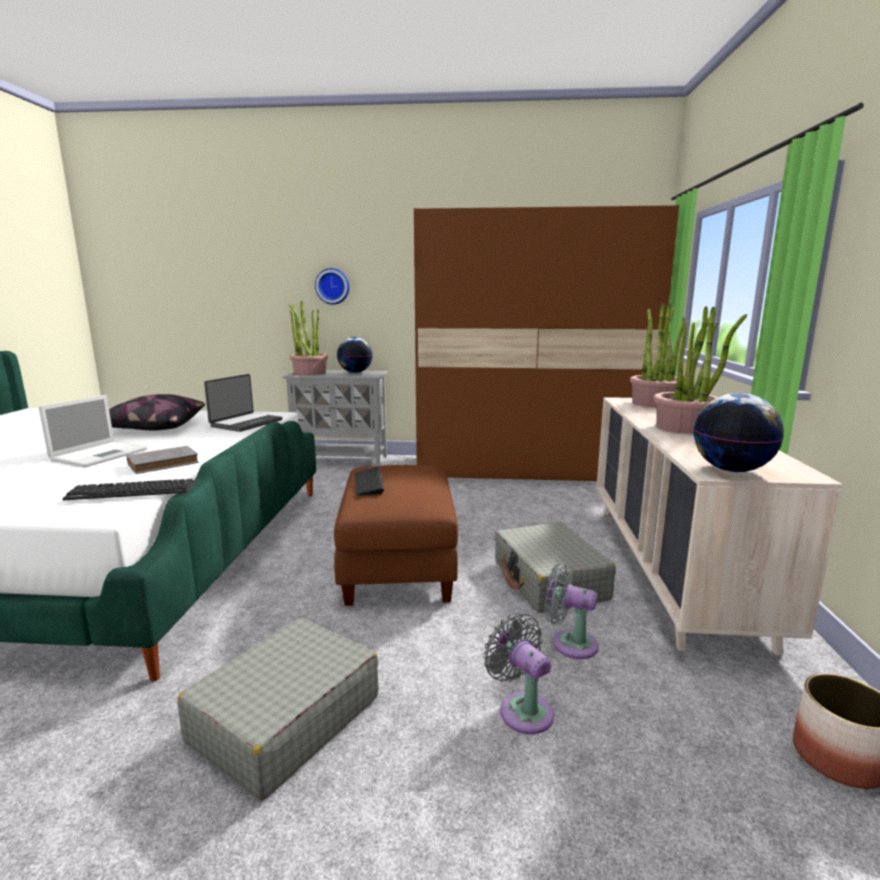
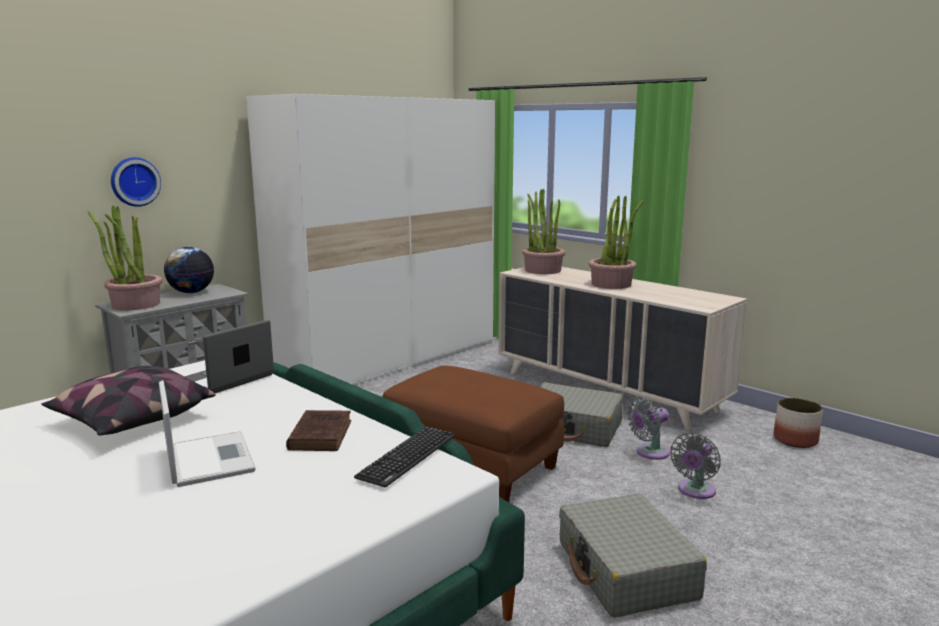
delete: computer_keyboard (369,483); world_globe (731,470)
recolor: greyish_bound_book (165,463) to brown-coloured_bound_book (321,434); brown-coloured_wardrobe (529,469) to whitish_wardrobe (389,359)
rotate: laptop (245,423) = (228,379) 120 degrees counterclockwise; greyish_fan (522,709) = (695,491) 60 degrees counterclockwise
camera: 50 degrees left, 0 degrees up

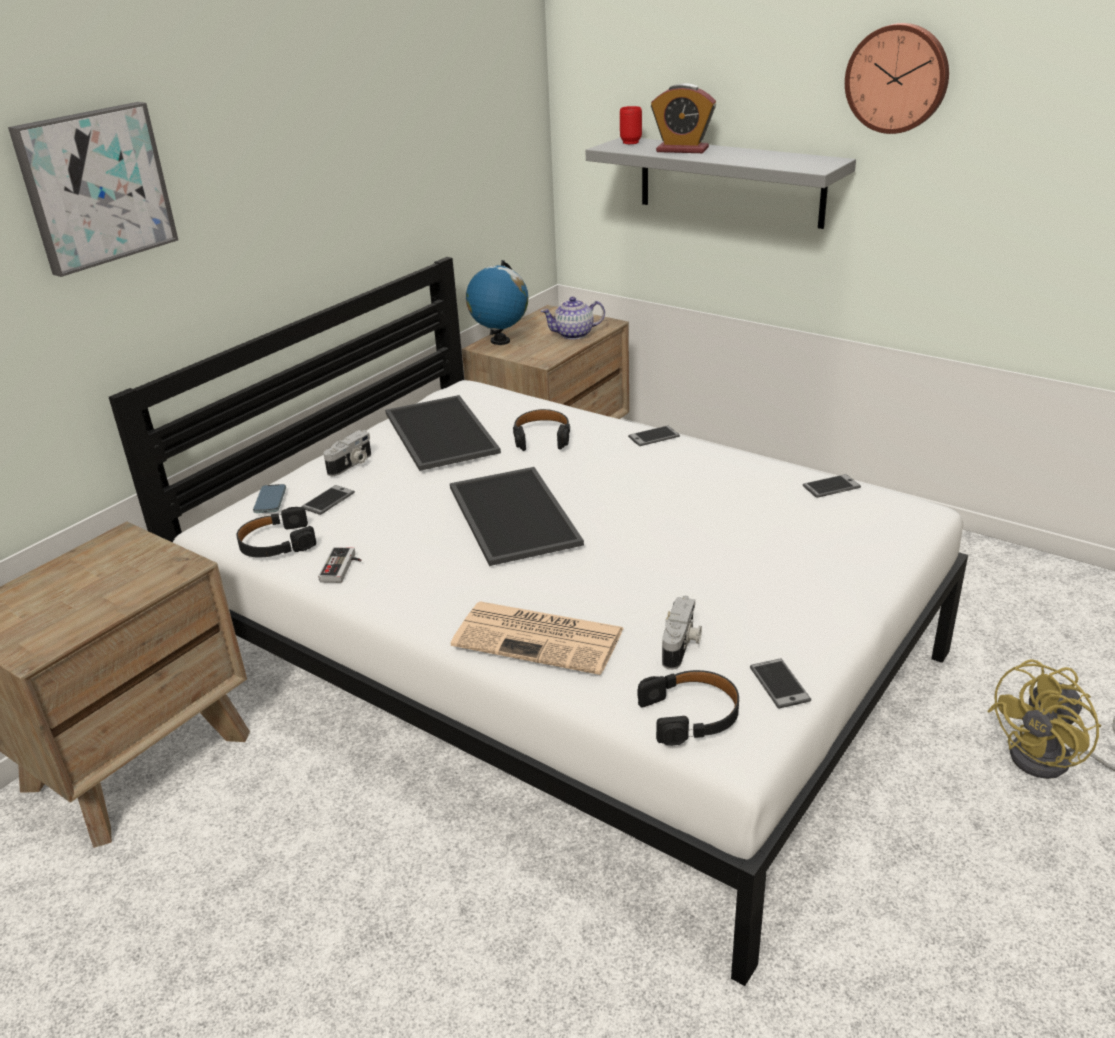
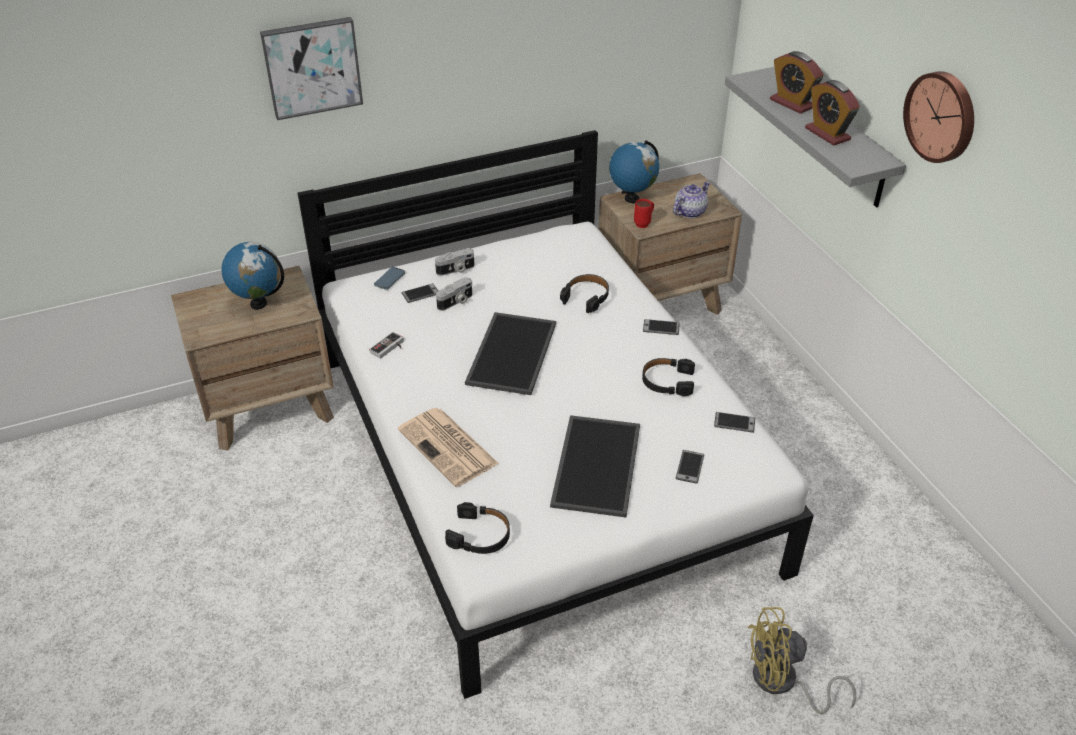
insert: world_globe (259,303); alarm_clock (827,134)
move: blackish_pair_of_headphones (276,544) to (667,381); serving_tray (438,432) to (594,464); red_mug (632,142) to (644,223); still_camera (681,646) to (456,302); telephone (779,684) to (689,467)
rotate: teapot (574,334) = (689,212) 120 degrees clockwise
camera: 30 degrees right, 10 degrees up

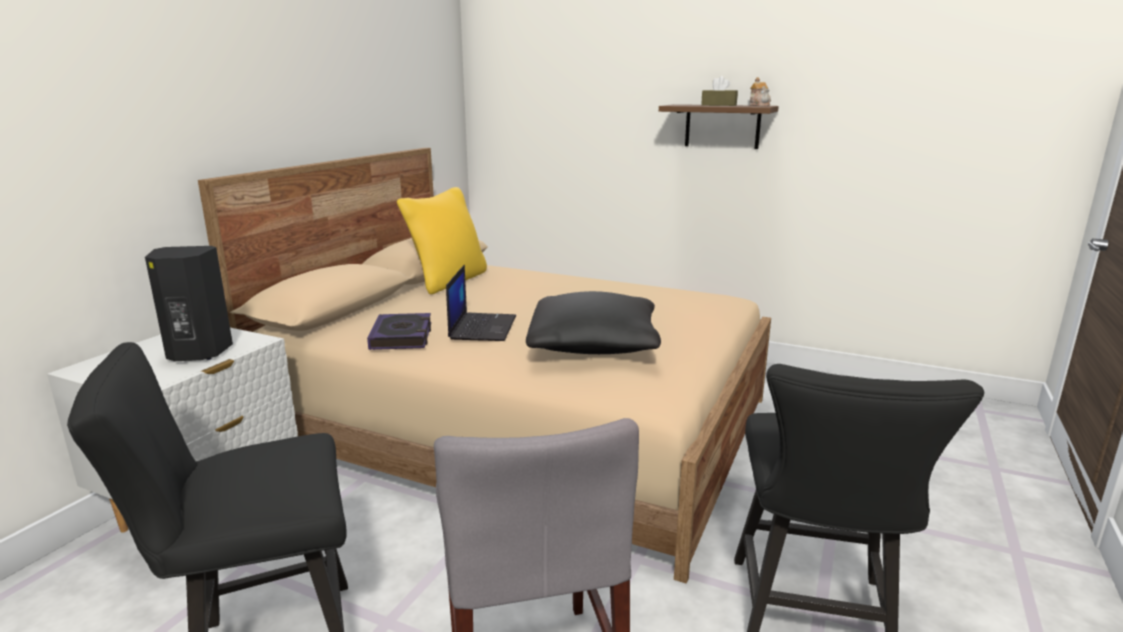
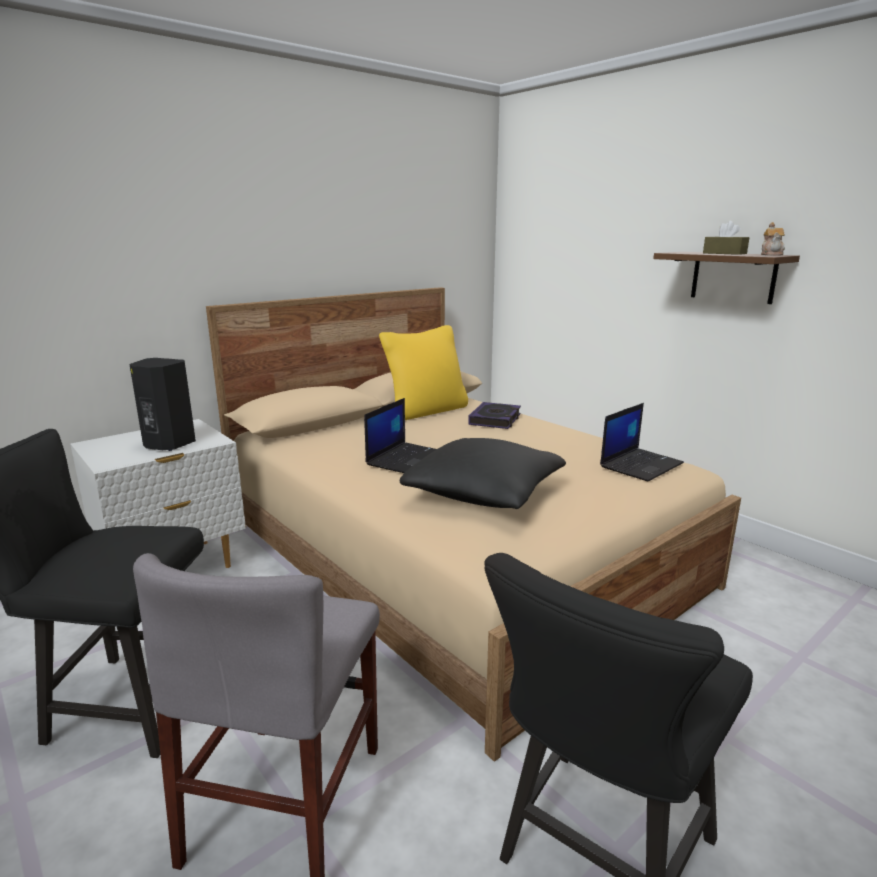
insert: laptop (641,464)
move: bound_book (402,337) to (495,420)
camera: 25 degrees right, 0 degrees up

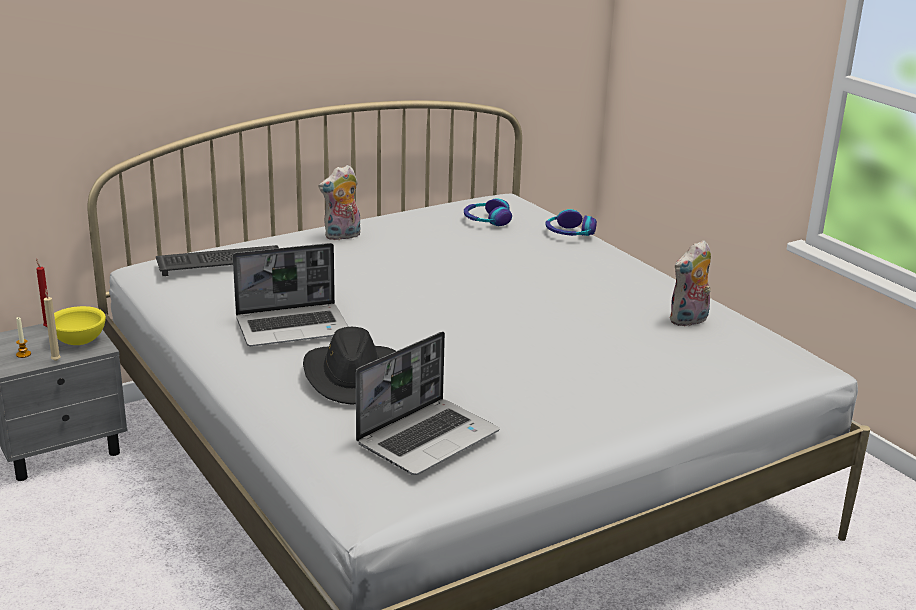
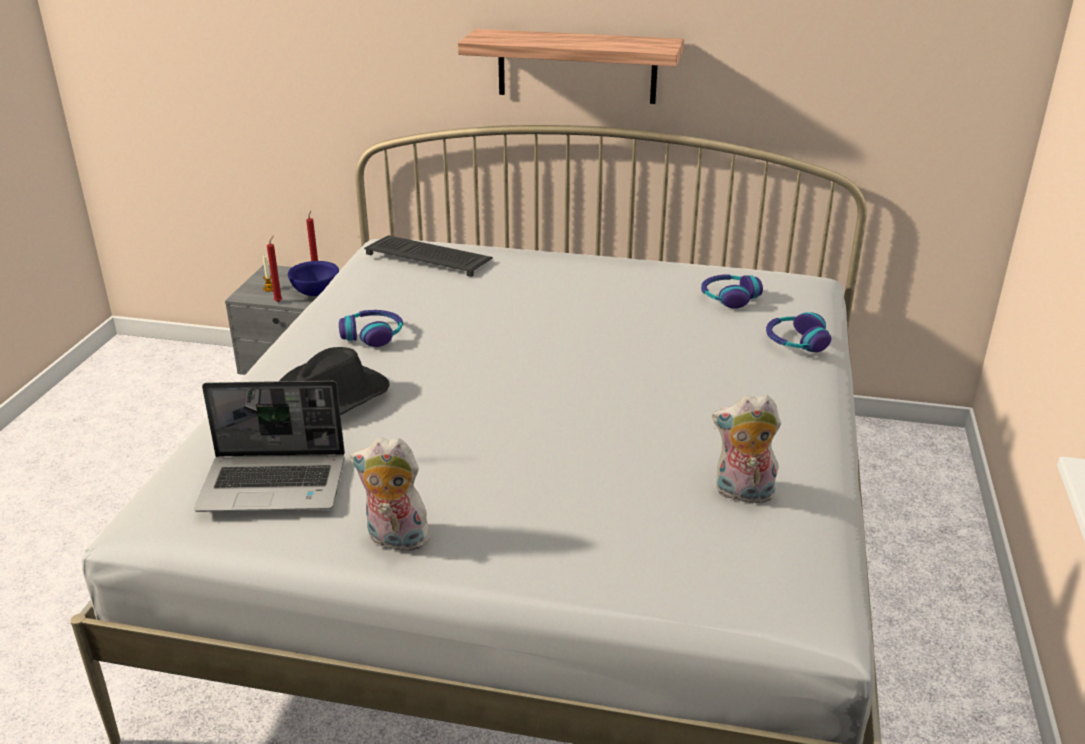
insert: bracket_shelf (577,66)
move: plush_toy (342,236) to (394,540)
replace: laptop (294,327) to pair_of_headphones (372,335)
recolor: beige-coloured_wax_light (56,360) to red_wax_light (279,301); yellow_deep_dish (78,342) to bluish_deep_dish (315,293)
camera: 45 degrees right, 5 degrees up

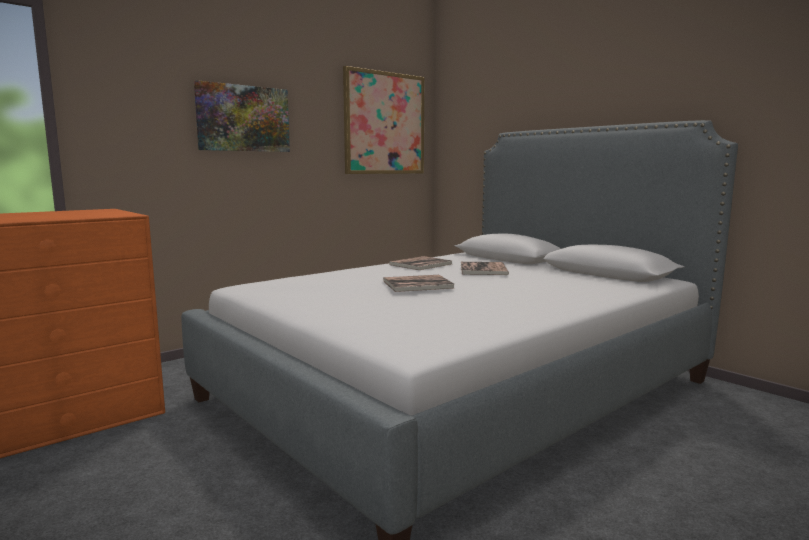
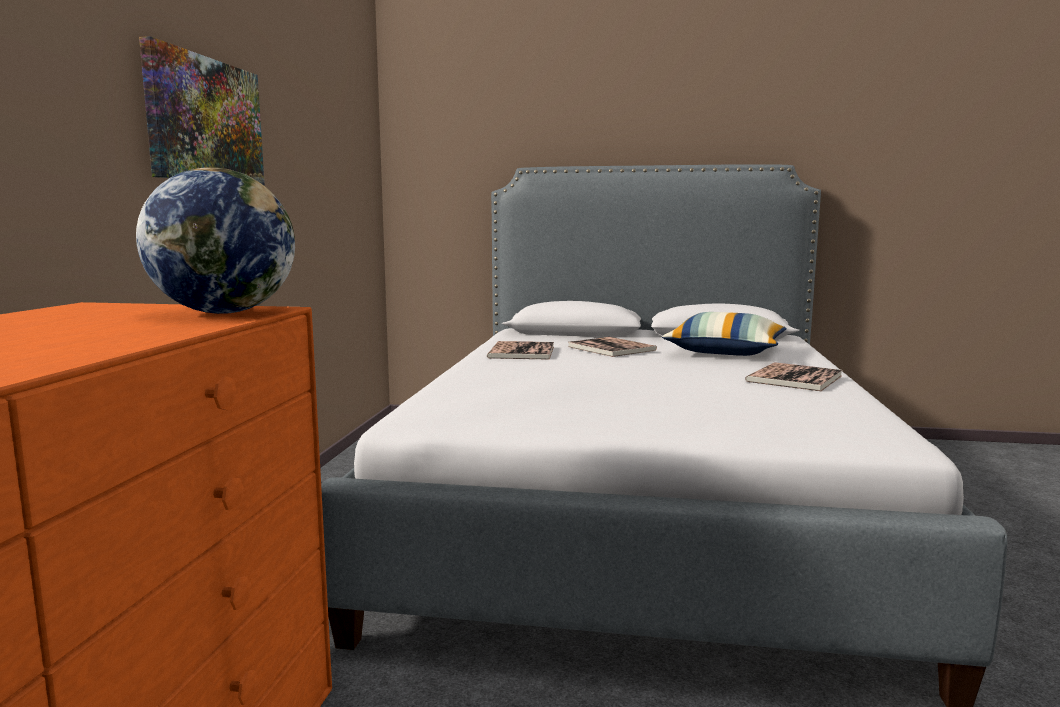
delete: picture (384,123)
insert: world_globe (224,312); cushion (725,352)
move: bound_book (417,284) to (794,378)
camera: 40 degrees left, 0 degrees up

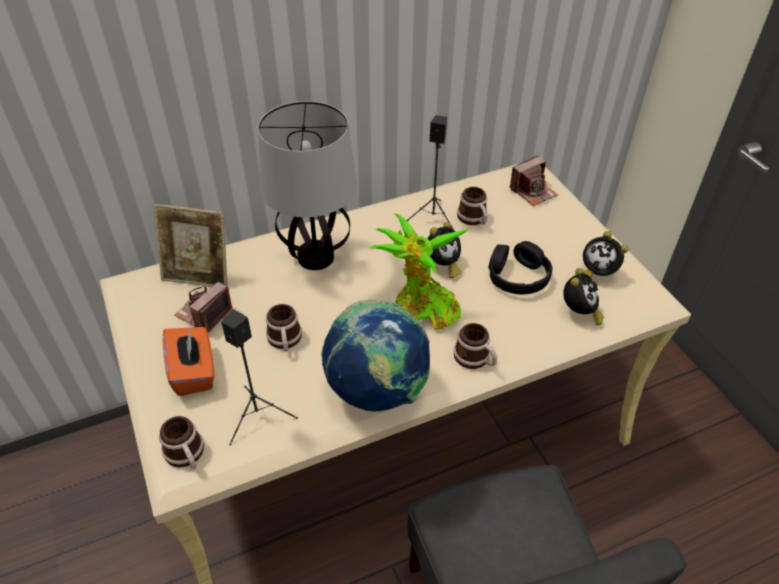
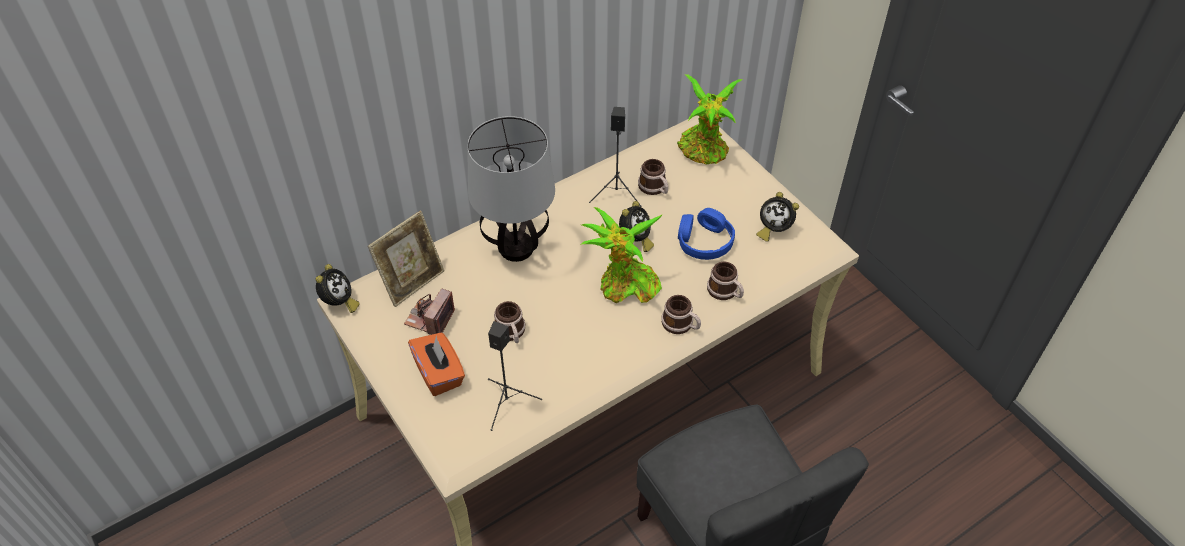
delete: world_globe (377,390)
move: mug (186,455) to (725,292); alarm_clock (579,313) to (339,303)
replace: still_camera (532,191) to potted_plant (704,151)
recolor: blackish_pair_of_headphones (517,276) to bluish_pair_of_headphones (704,241)
rotate: standing_frame (199,275) = (412,282) 45 degrees counterclockwise
camera: 10 degrees left, 5 degrees up

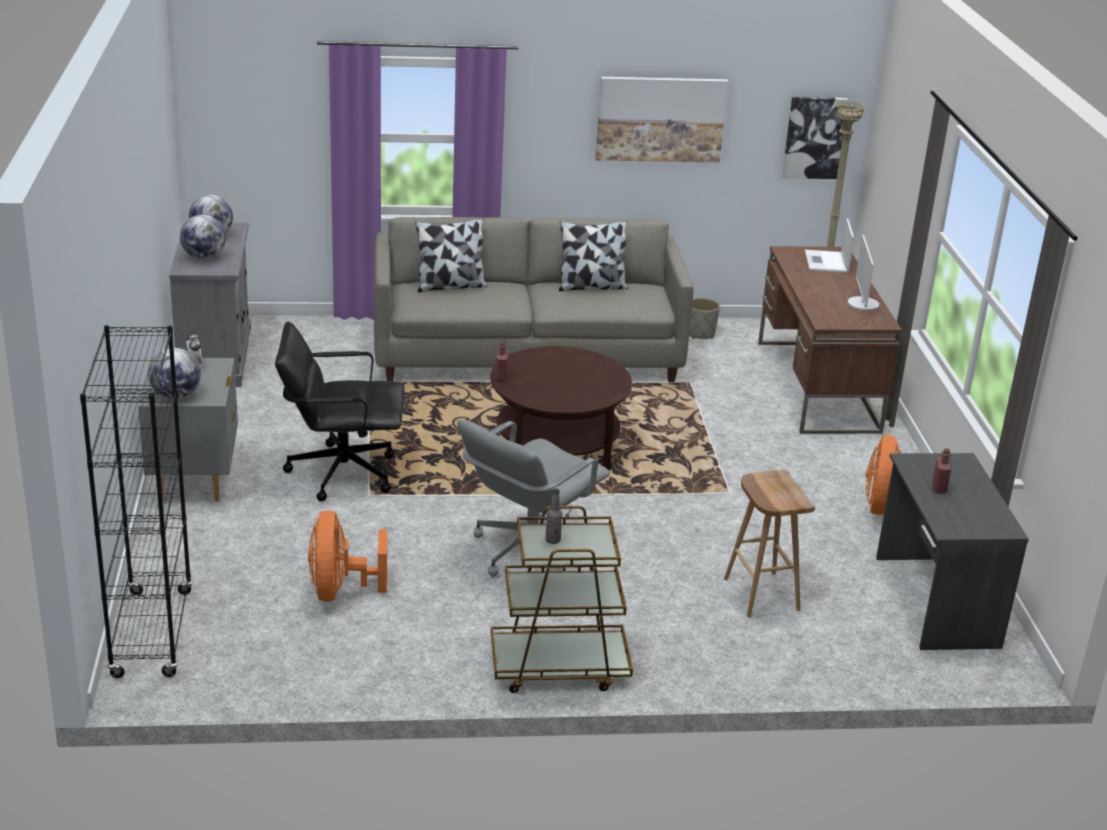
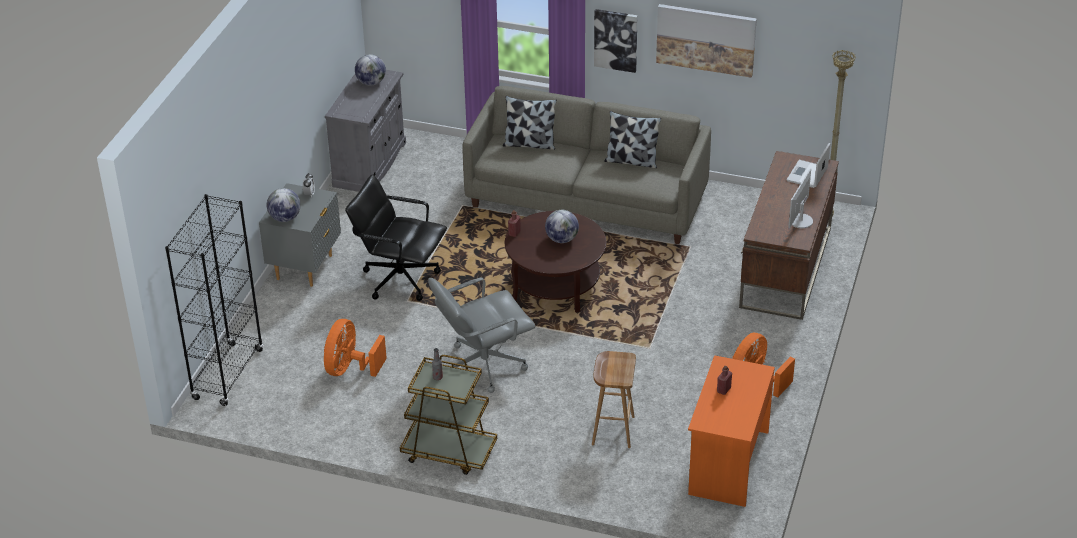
delete: greyish_planter (700,334)
move: world_globe (203,257) to (561,239); picture (813,137) to (616,40)
recolor: greyish_desk_table (934,602) to orangey_desk_table (727,462)
camera: 25 degrees right, 10 degrees up

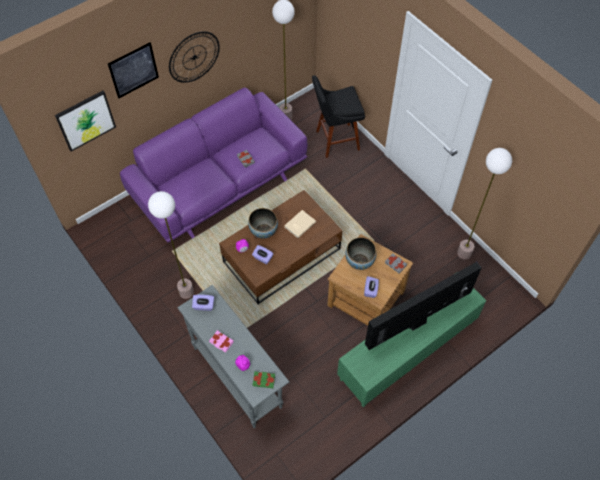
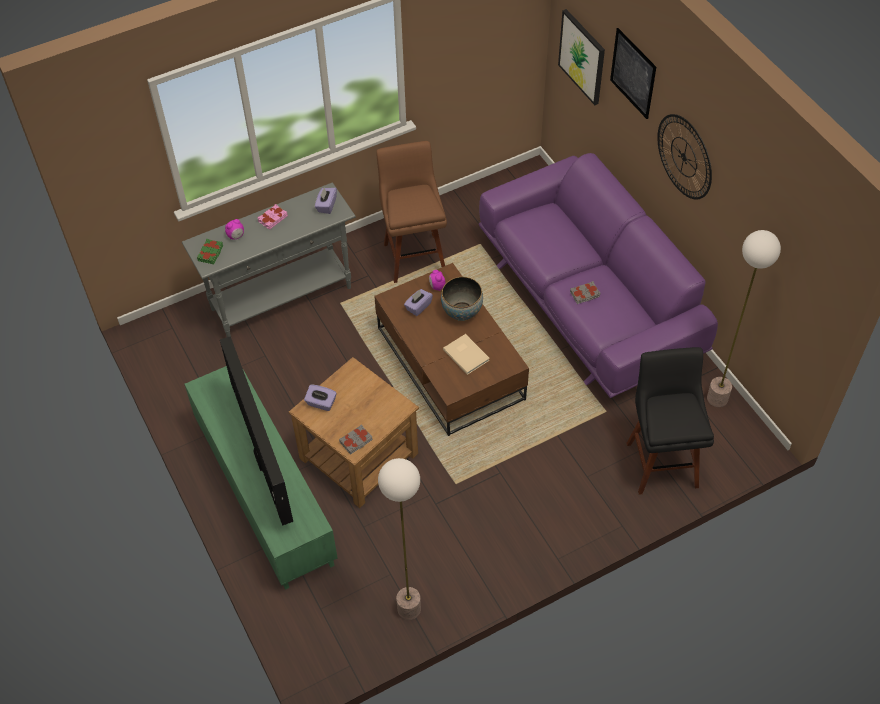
delete: deep_dish (359,262)
replace: floor_lamp (186,292) to brown-coloured_stool_seat (414,255)
camera: 100 degrees right, 5 degrees down

